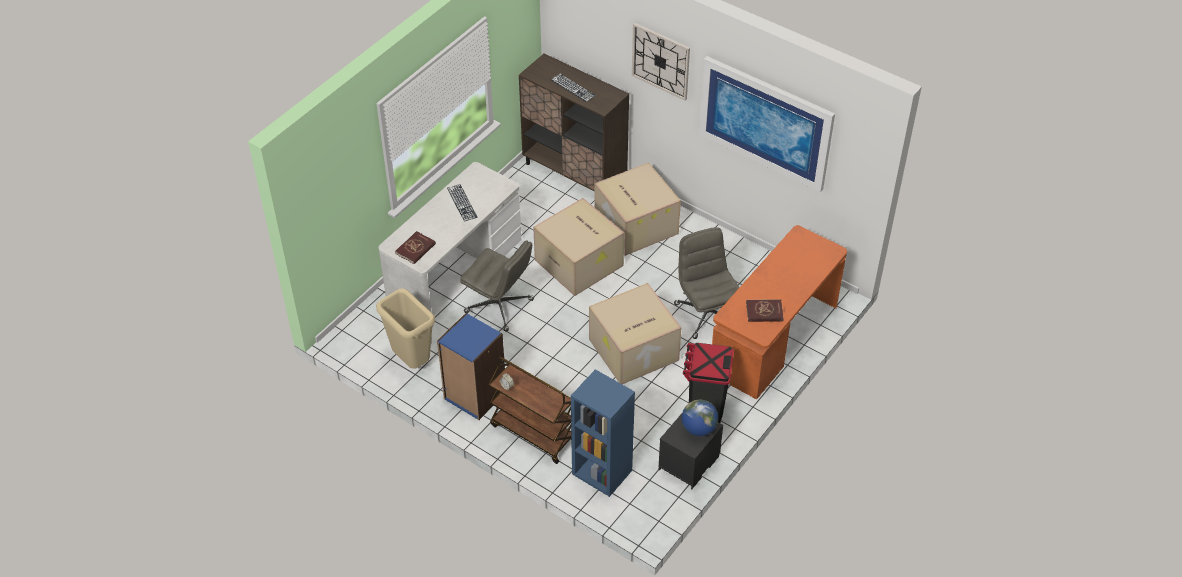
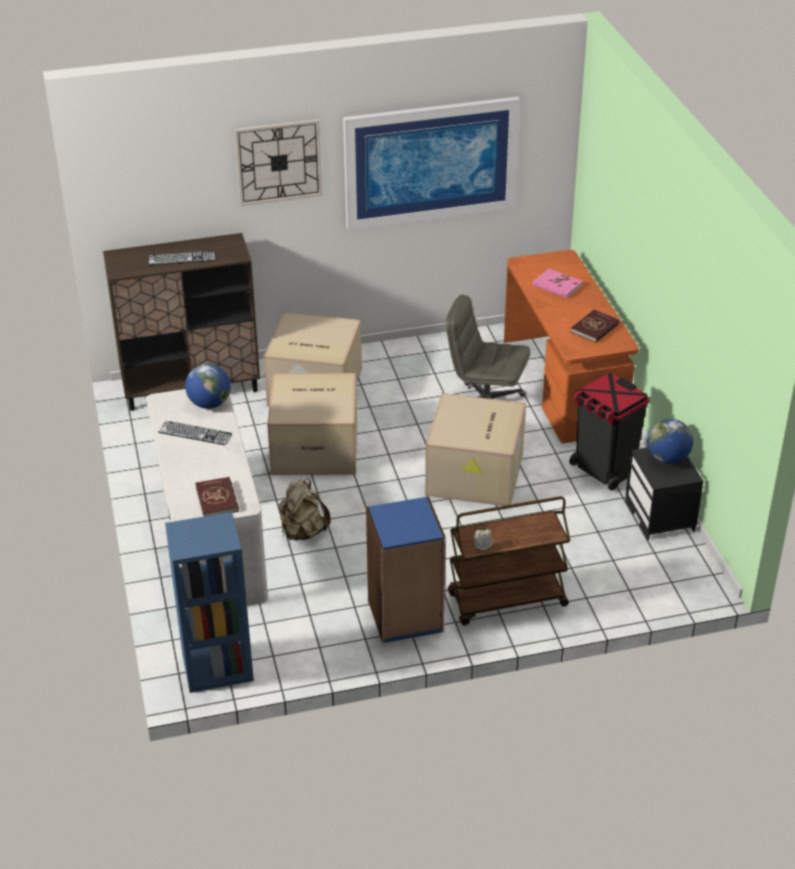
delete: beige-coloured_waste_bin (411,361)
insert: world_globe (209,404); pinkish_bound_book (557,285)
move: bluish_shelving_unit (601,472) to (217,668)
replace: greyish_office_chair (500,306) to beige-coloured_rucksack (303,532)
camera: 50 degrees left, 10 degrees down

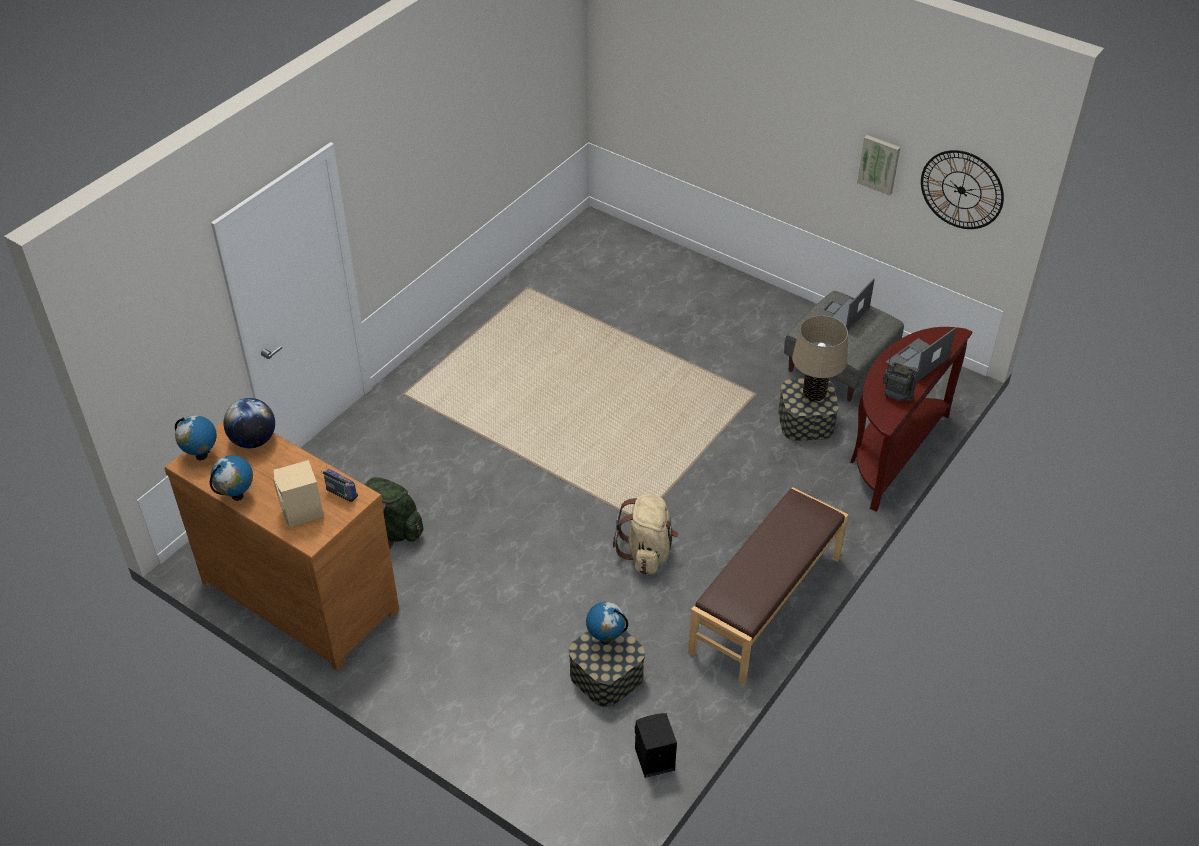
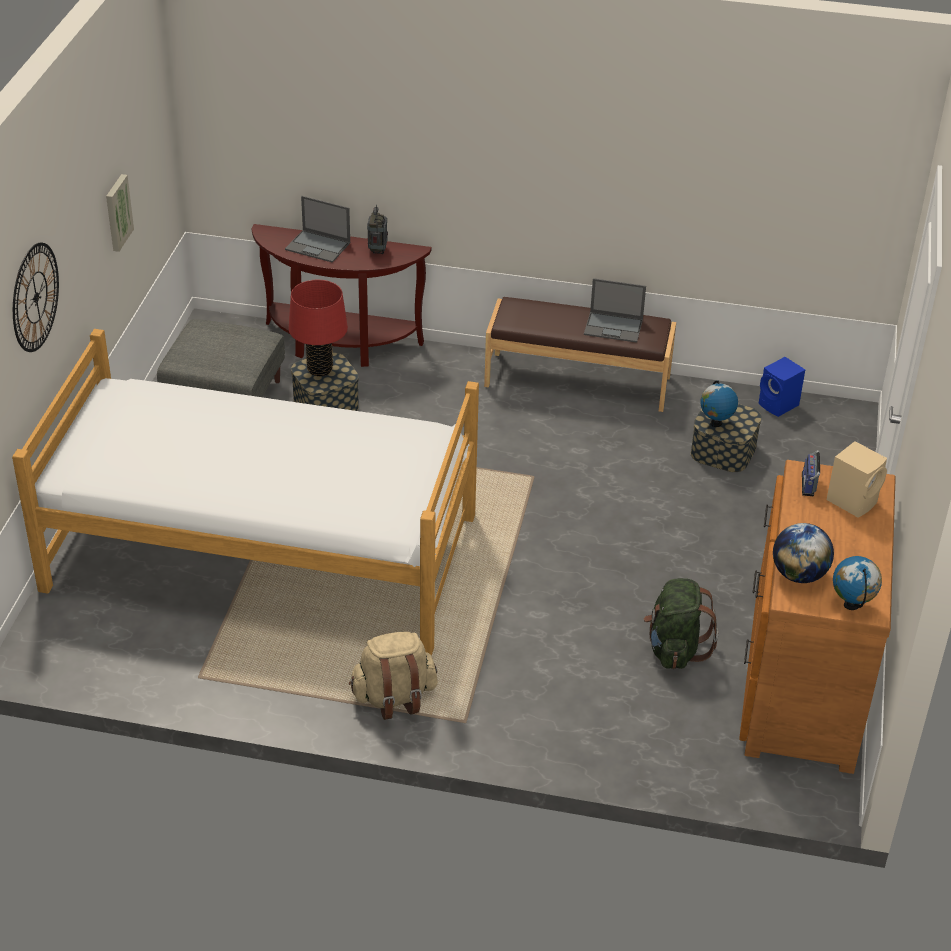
delete: world_globe (237,496)
insert: sleeping_bed (262,551)
move: beige-coloured_rucksack (647,552) to (394,697); laptop (842,313) to (614,327); hanging_clock (961,190) to (35,297)
recolor: blackish_audio_speaker (653,759) to bluish_audio_speaker (779,405); beige-coloured_table_lamp (814,394) to red_table_lamp (320,369)
camera: 115 degrees left, 5 degrees down

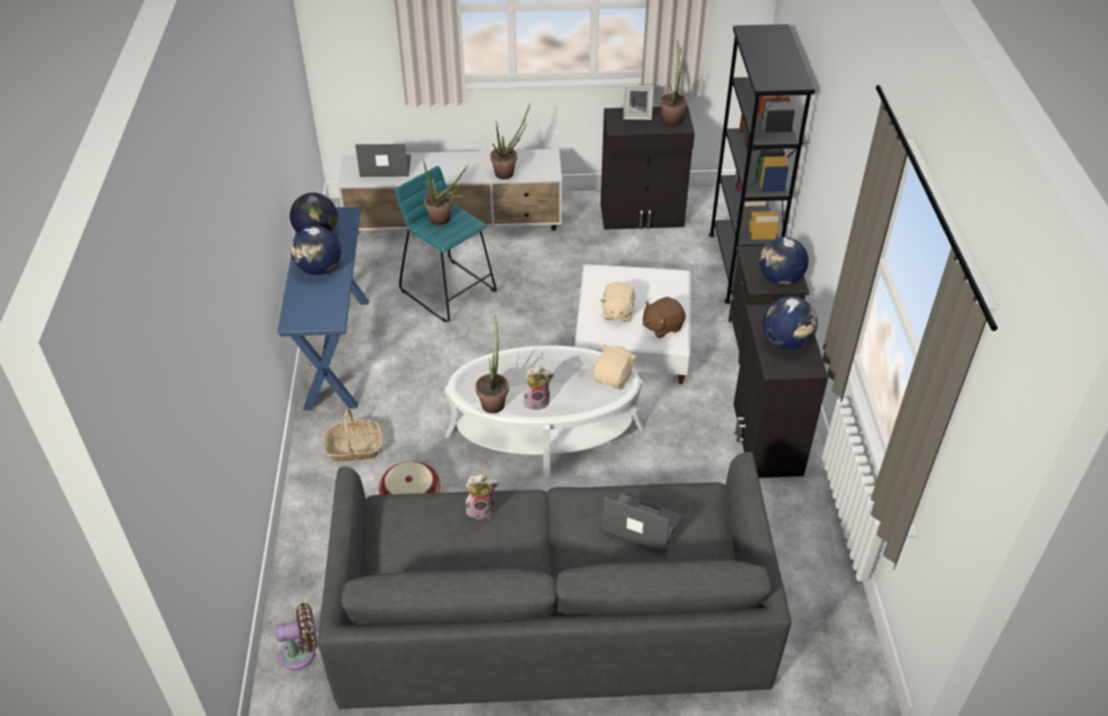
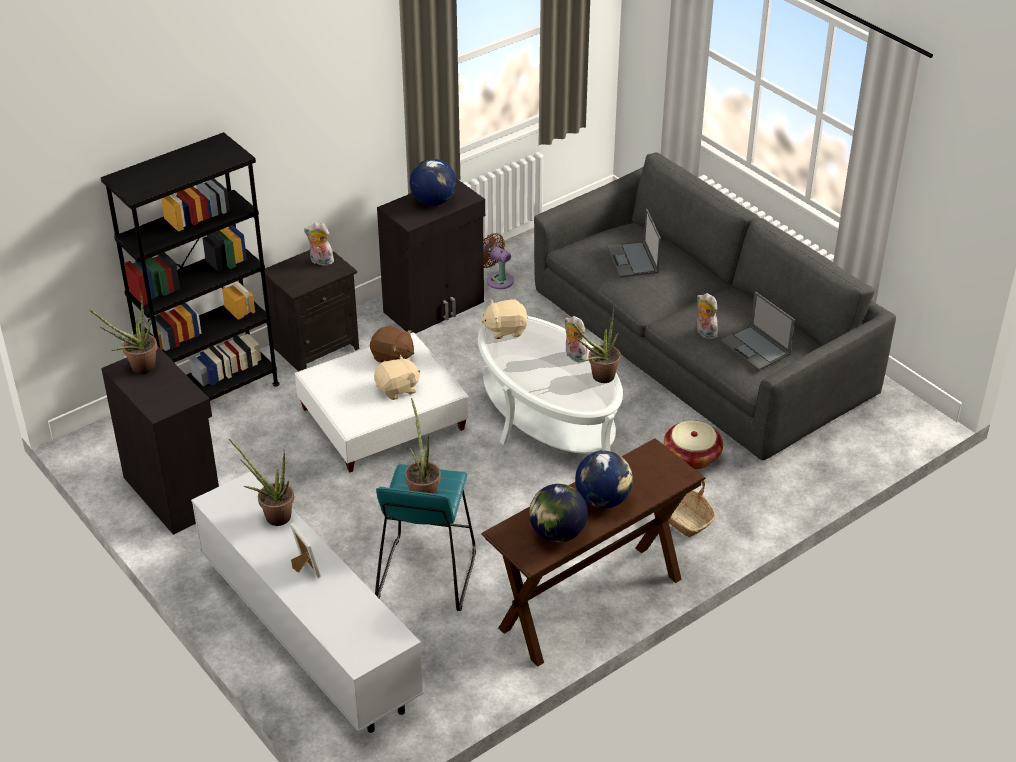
move: brown-coloured_fan (302,653) to (497,279); laptop (385,166) to (756,348); standing_frame (637,116) to (303,568)
replace: world_globe (780,279) to plush_toy (320,261)
recolor: bluish_hall_table (337,352) to brown-coloured_hall_table (590,603)
camera: 125 degrees left, 5 degrees down

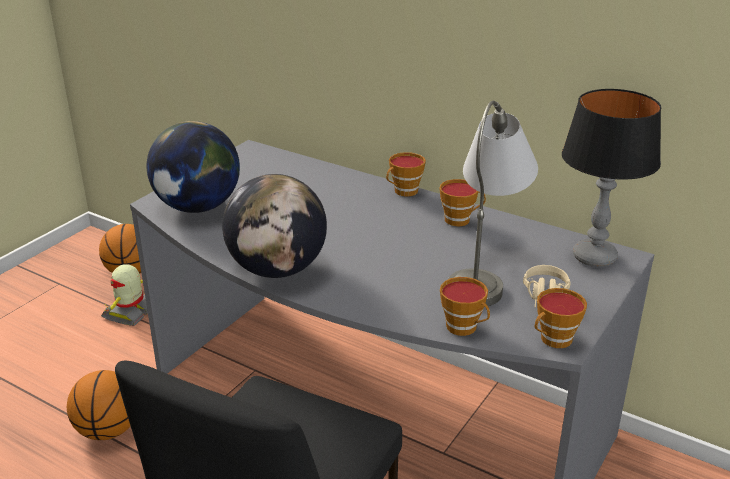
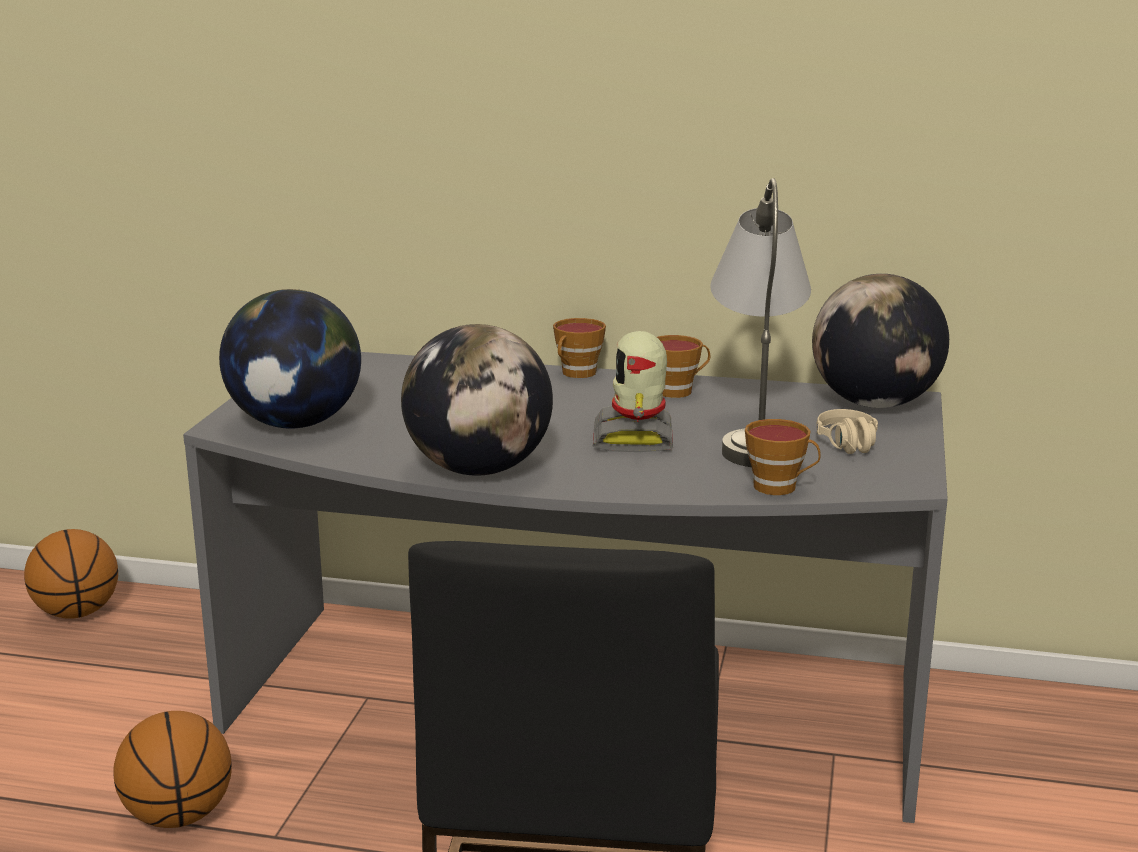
delete: cup (553,340)
move: model_robot (130,313) to (636,438)
replace: table_lamp (594,257) to world_globe (874,403)
camera: 20 degrees left, 10 degrees down

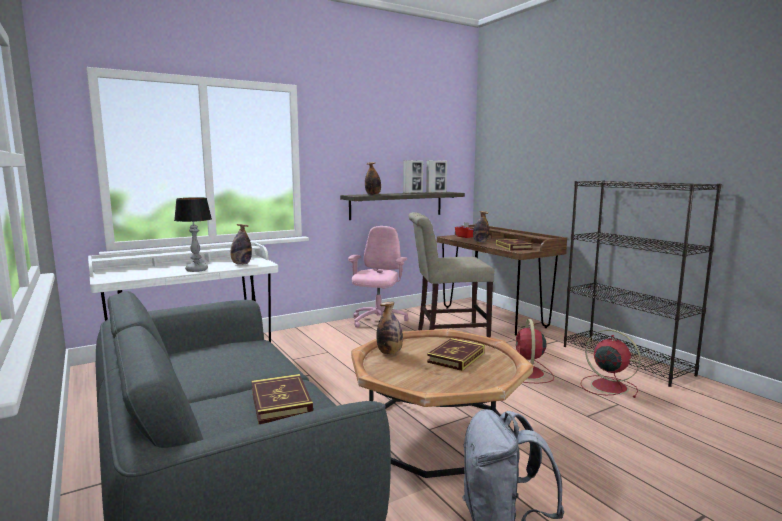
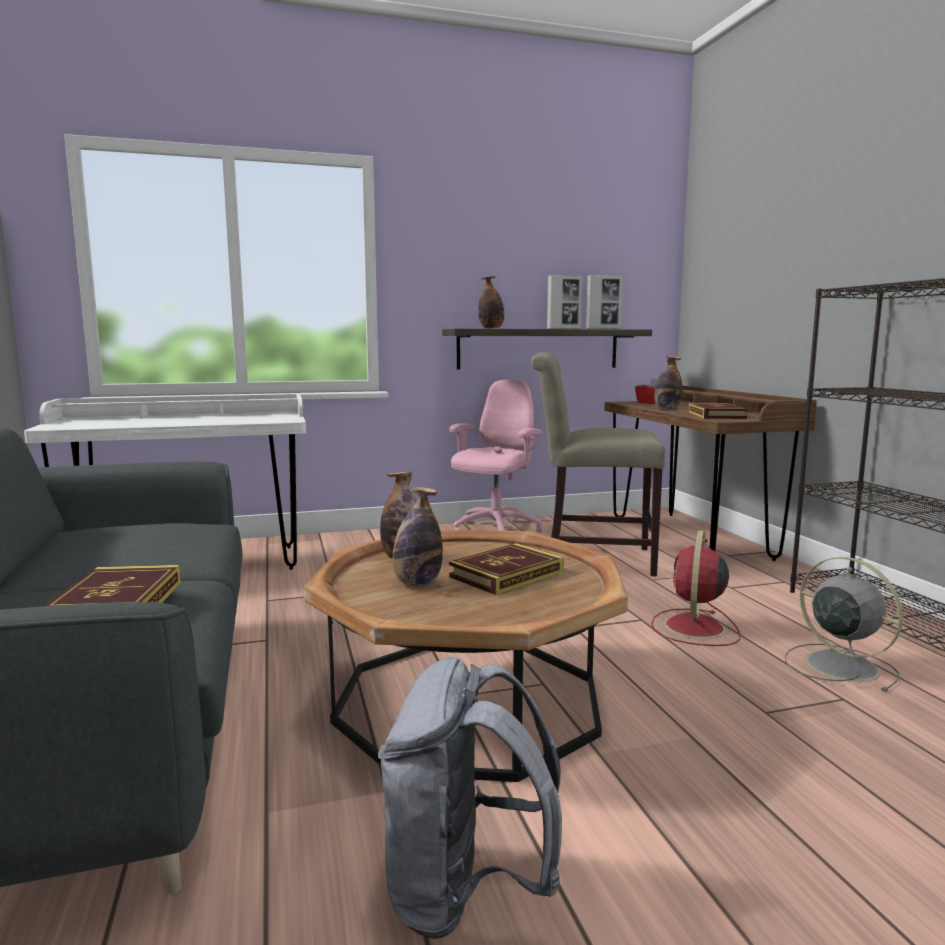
delete: table_lamp (197,270)
move: beverage_bottle (241,264) to (417,584)
recolor: red_fan (607,386) to greyish_fan (838,665)
camera: 15 degrees right, 0 degrees up

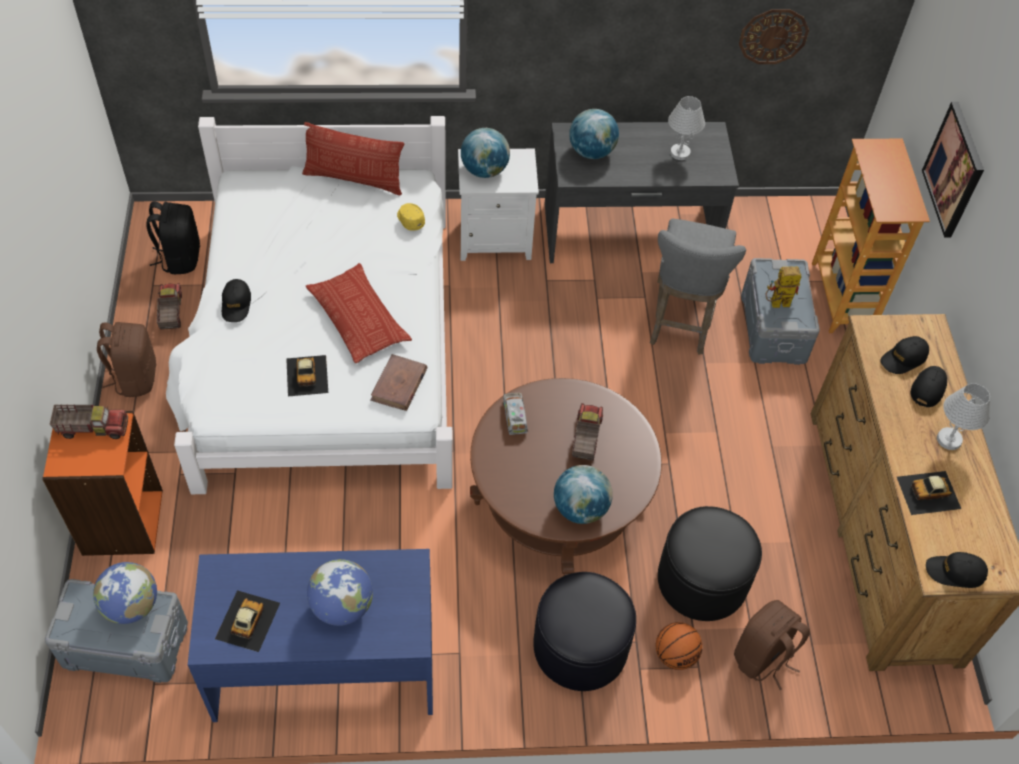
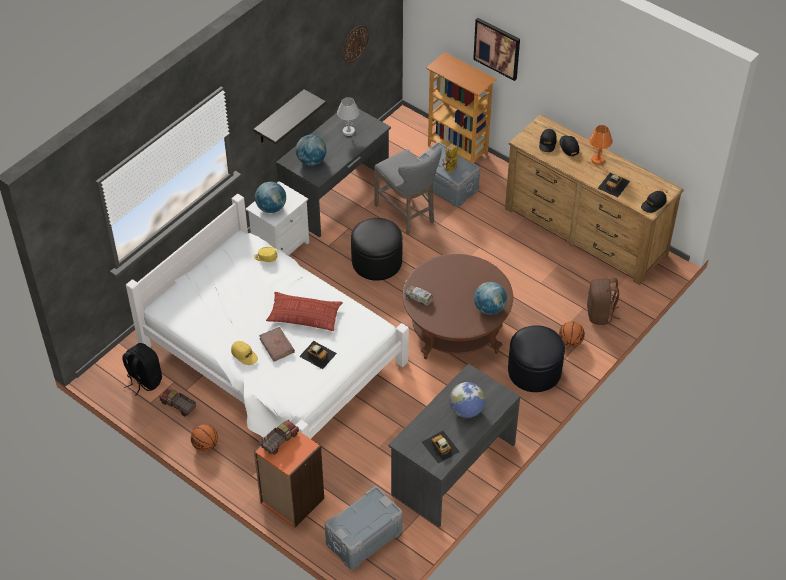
delete: world_globe (131,606); cushion (354,179); model_truck (585,438)
insert: bracket_shelf (279,117)
move: brown-coloured_bound_book (399,385) to (277,345); blackish_pouffe (702,579) to (377,262)
replace: brown-coloured_rucksack (135,377) to basketball (205,445)
recolor: bluish_desk_table (325,666) to greyish_desk_table (452,468); blackish_cap (236,304) to yellow_cap (244,355); whitish_table_lamp (949,439) to orangey_table_lamp (597,160)
camera: 45 degrees left, 5 degrees down

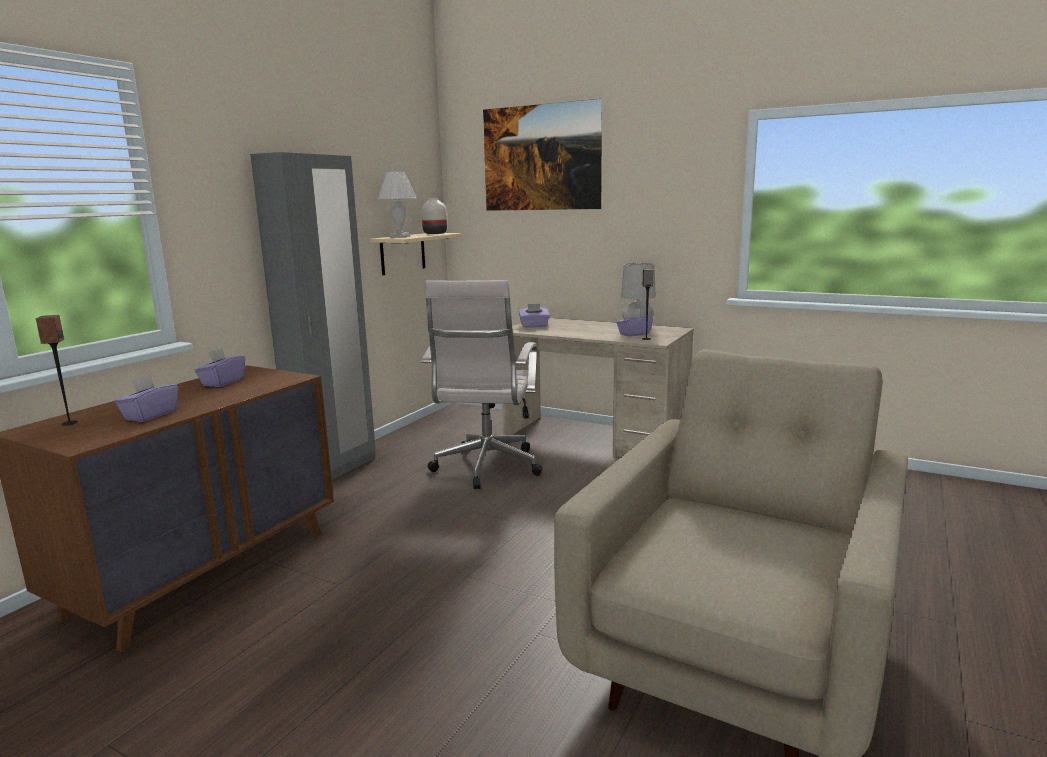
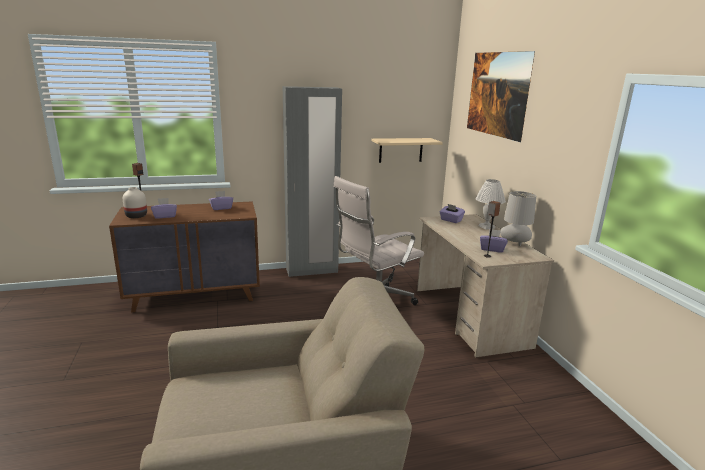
move: whitish_table_lamp (399,236) to (486,227); whitish_vase (435,233) to (137,216)
camera: 45 degrees right, 5 degrees up

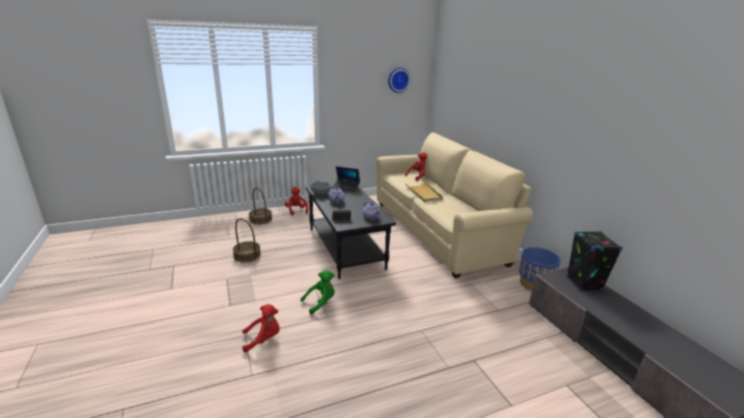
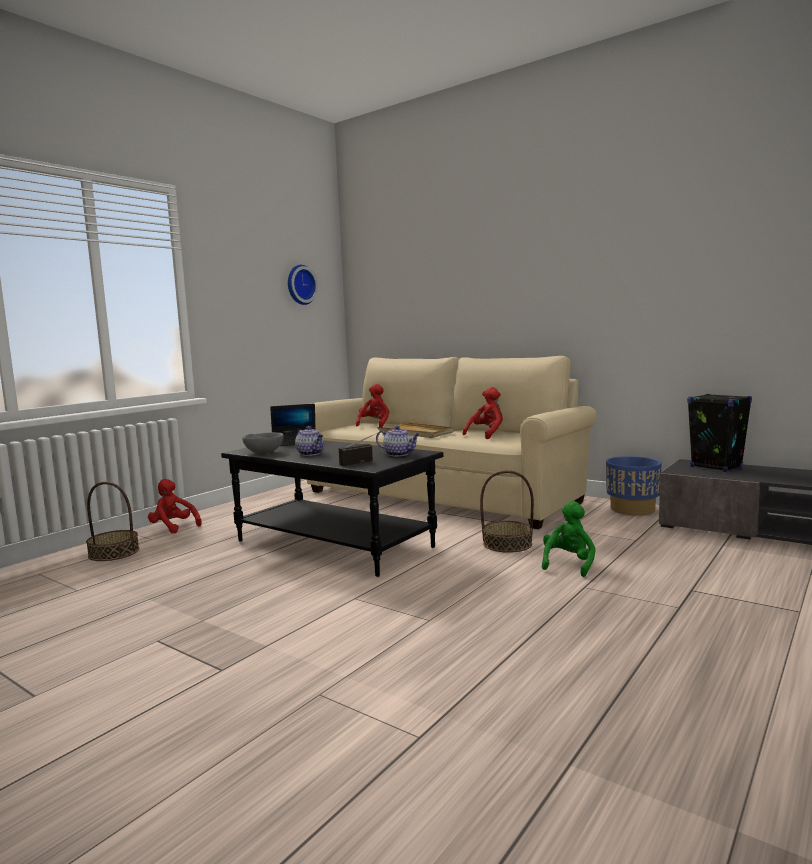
move: storage_basket (247,255) to (507,544); red_plush_toy (263,339) to (487,435); greenish_plush_toy (320,302) to (569,564)
camera: 30 degrees left, 15 degrees down

